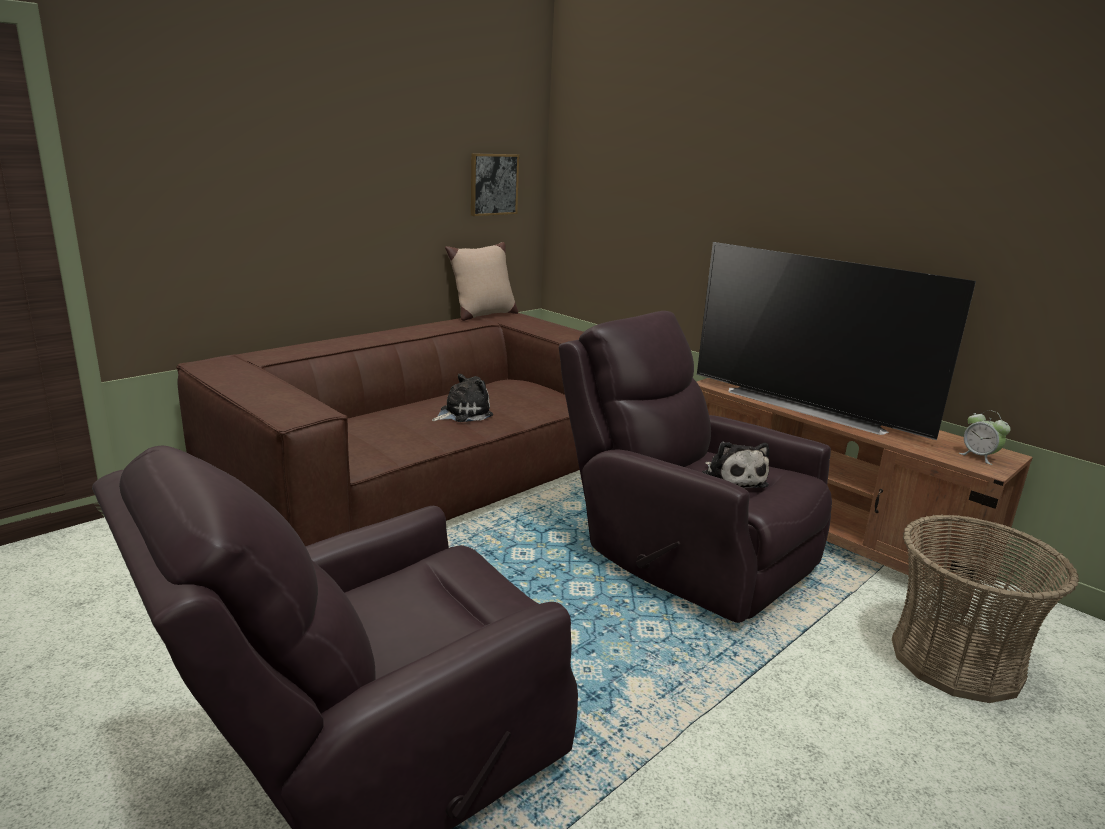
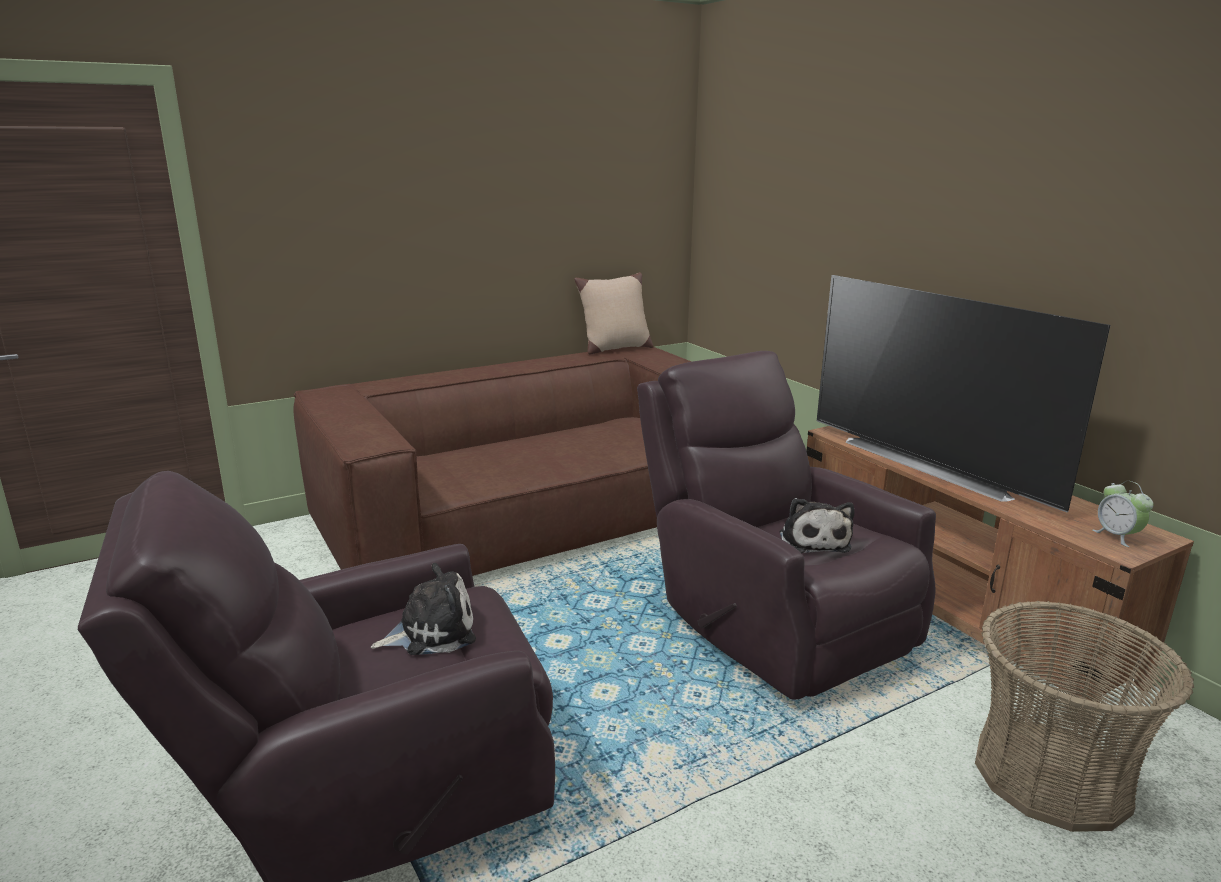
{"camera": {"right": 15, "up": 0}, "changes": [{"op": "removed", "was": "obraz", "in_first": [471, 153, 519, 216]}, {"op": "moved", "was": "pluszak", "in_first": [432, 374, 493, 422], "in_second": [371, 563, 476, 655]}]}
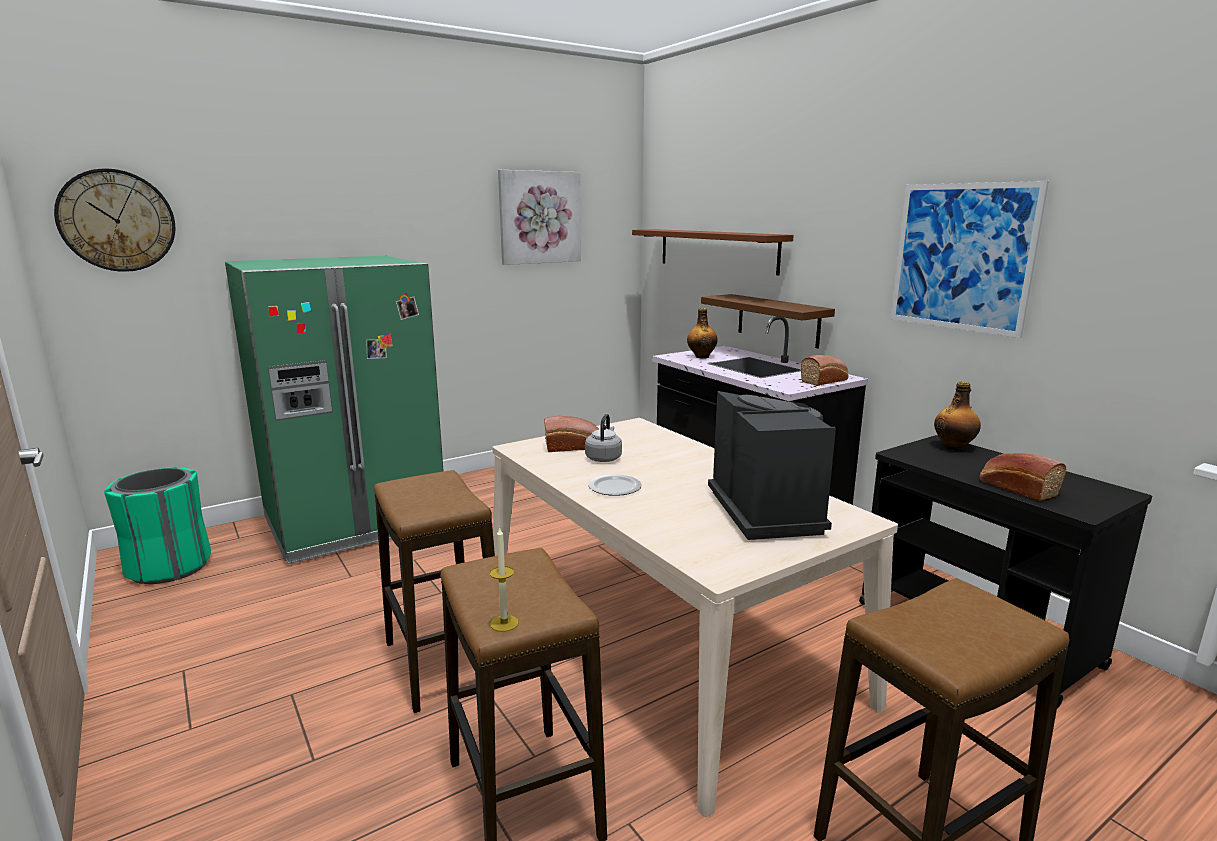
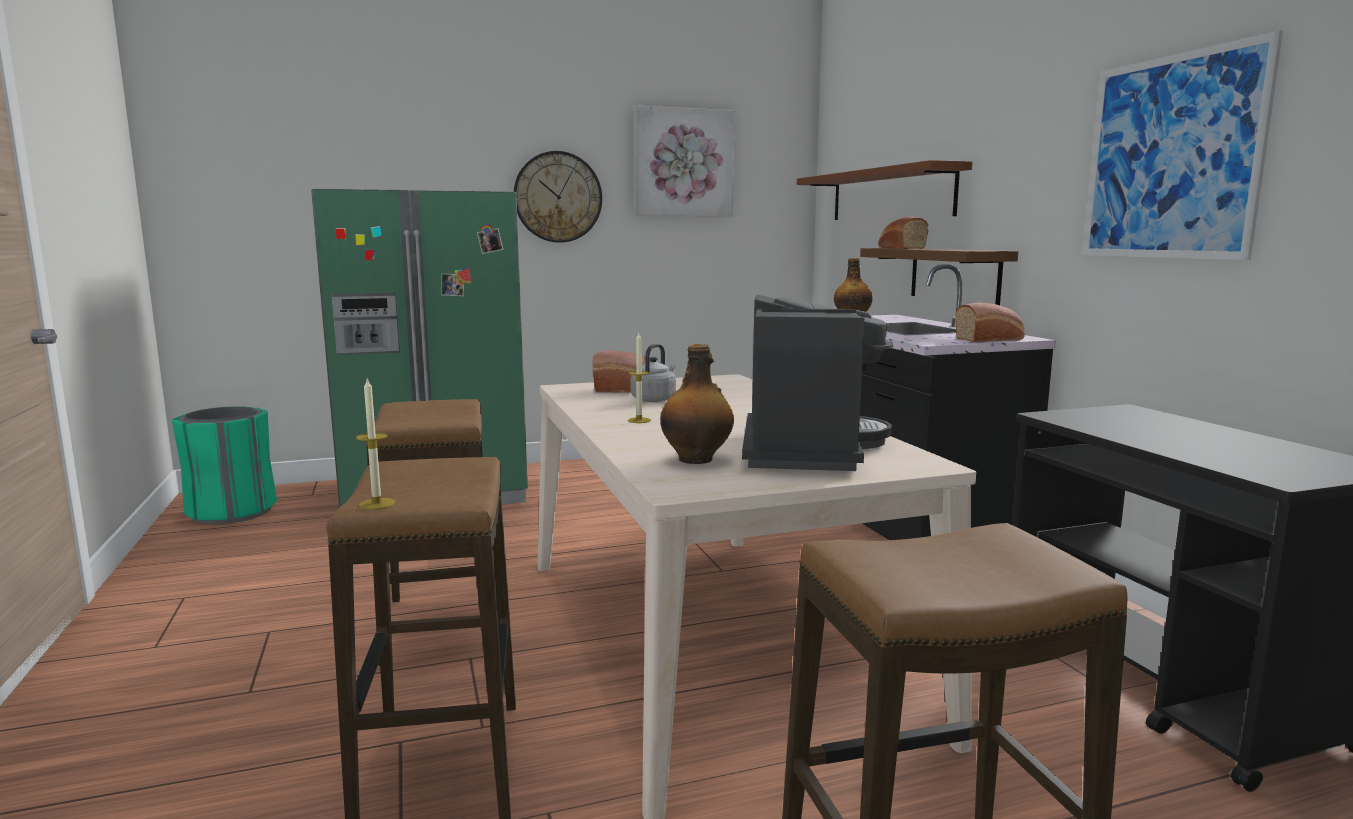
{"camera": {"right": 15, "up": -5}, "changes": [{"op": "moved", "was": "zegar ścienny", "in_first": [54, 168, 175, 272], "in_second": [513, 151, 602, 243]}, {"op": "moved", "was": "butelka", "in_first": [934, 382, 981, 451], "in_second": [660, 344, 734, 464]}, {"op": "moved", "was": "chleb", "in_first": [980, 453, 1066, 501], "in_second": [878, 217, 929, 249]}, {"op": "replaced", "was": "talerz", "now": "świeca", "in_first": [588, 475, 642, 496], "in_second": [628, 332, 651, 423]}]}
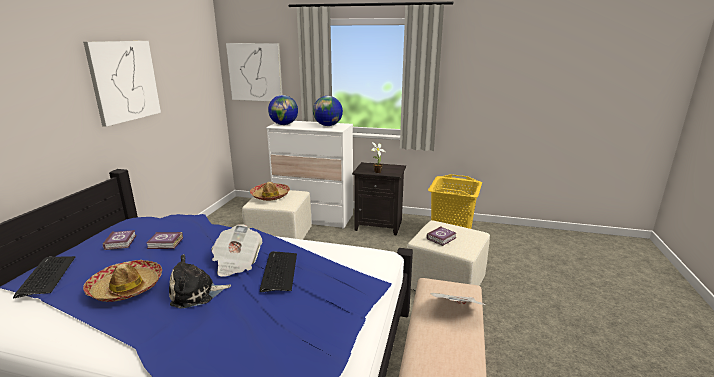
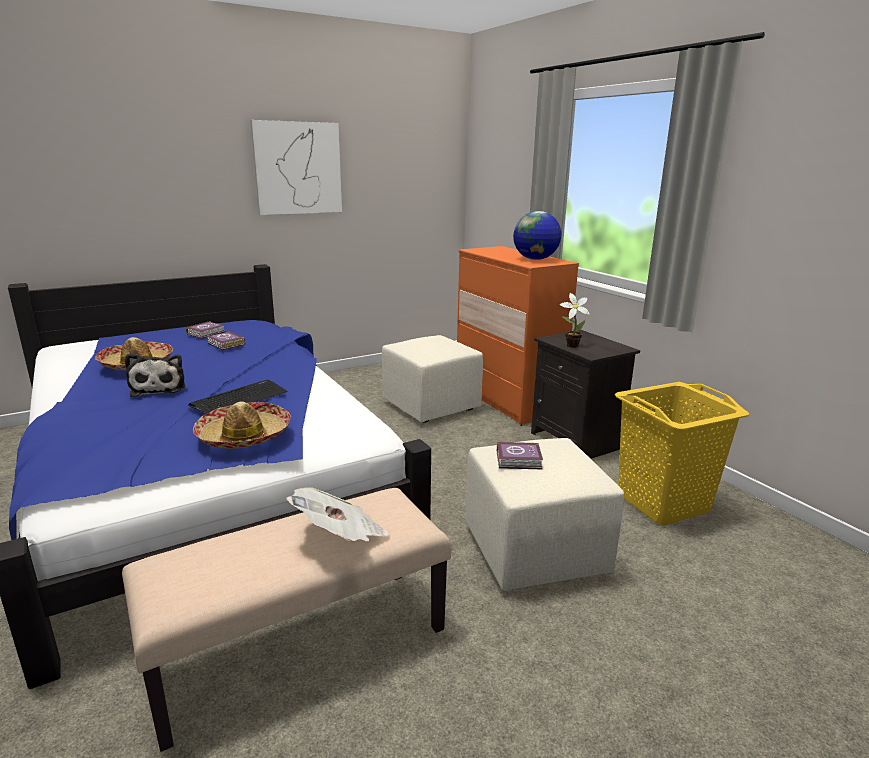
{"camera": {"right": 45, "up": 0}, "changes": [{"op": "removed", "was": "obraz", "in_first": [226, 43, 282, 101]}, {"op": "removed", "was": "globus", "in_first": [268, 95, 298, 125]}, {"op": "recoloured", "was": "komoda (biały)", "now": "komoda (pomarańczowy)", "in_first": [266, 121, 353, 229], "in_second": [457, 246, 579, 426]}, {"op": "moved", "was": "kapelusz", "in_first": [250, 182, 290, 201], "in_second": [193, 401, 291, 449]}, {"op": "removed", "was": "gazeta", "in_first": [211, 224, 262, 277]}, {"op": "turned", "was": "pluszak", "in_first": [169, 254, 231, 308], "in_second": [125, 353, 186, 397], "clockwise": -135}, {"op": "removed", "was": "klawiatura", "in_first": [13, 256, 75, 298]}]}
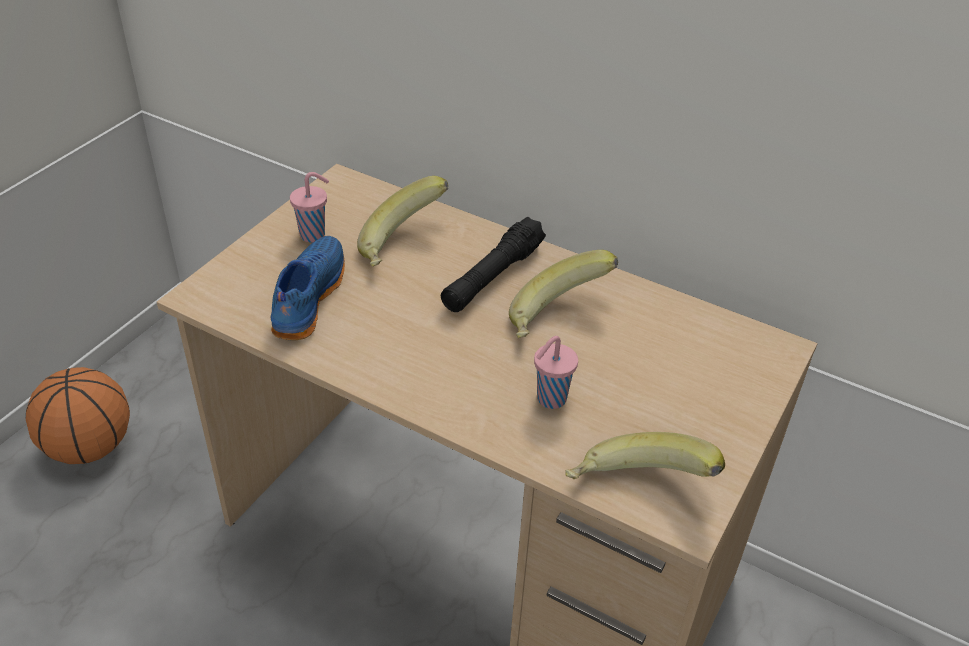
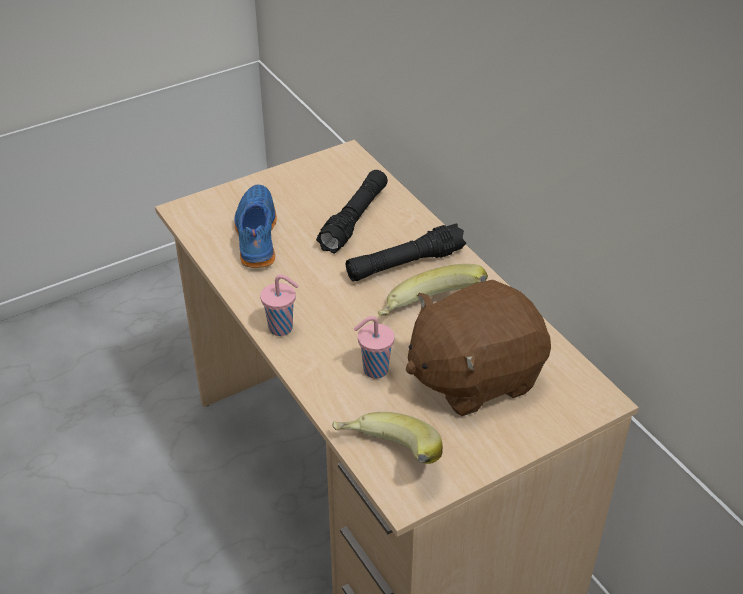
{"camera": {"right": 30, "up": 0}, "changes": [{"op": "moved", "was": "filiżanka (różowy)", "in_first": [290, 172, 329, 242], "in_second": [260, 275, 299, 336]}, {"op": "replaced", "was": "banan", "now": "latarka (czarny)", "in_first": [357, 176, 448, 267], "in_second": [316, 170, 388, 254]}, {"op": "turned", "was": "but (niebieski)", "in_first": [271, 236, 345, 340], "in_second": [234, 185, 277, 268], "clockwise": -45}, {"op": "removed", "was": "piłka do koszykówki", "in_first": [26, 367, 130, 464]}, {"op": "added", "now": "pluszak (brązowy)", "in_second": [406, 280, 551, 416]}]}
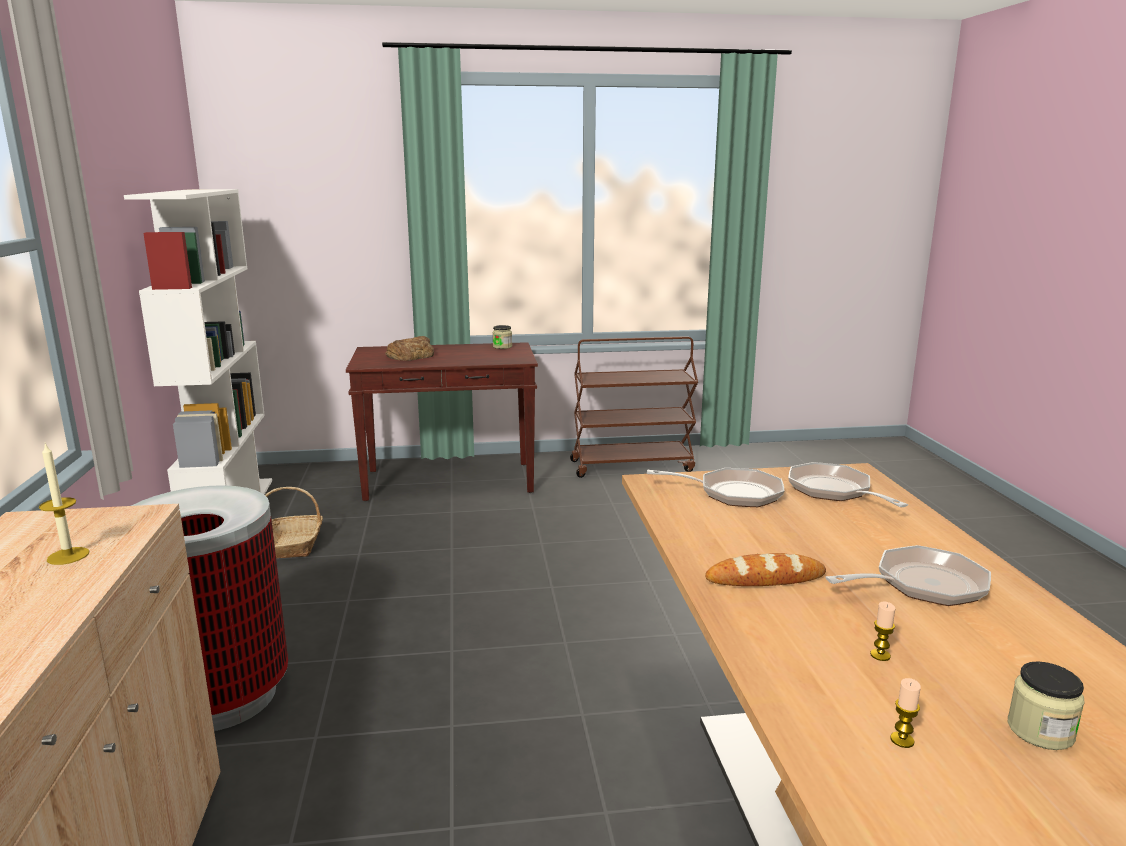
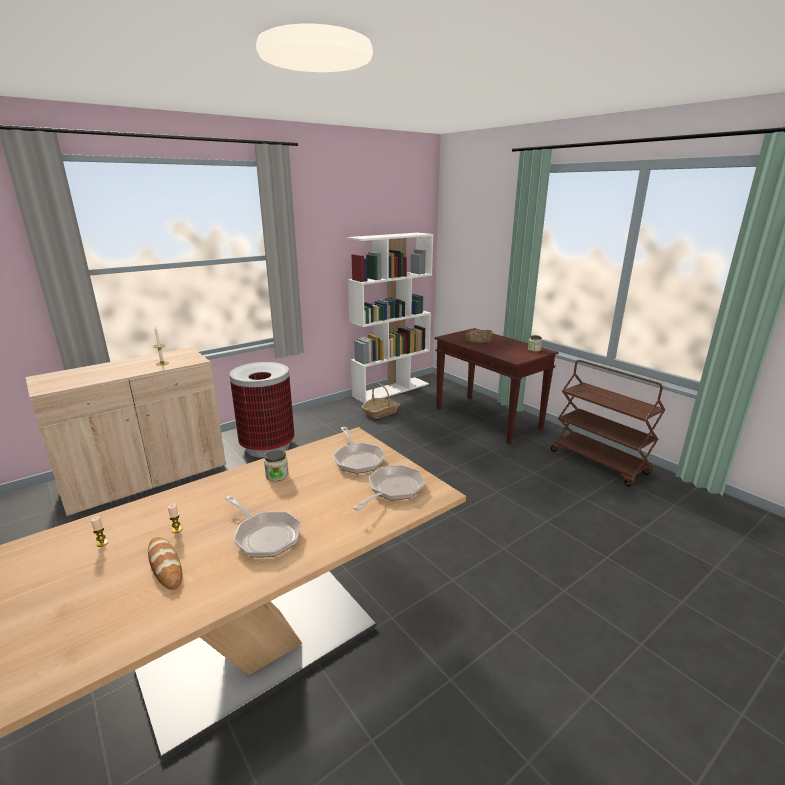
{"camera": {"right": 60, "up": 5}, "changes": [{"op": "moved", "was": "chleb", "in_first": [705, 553, 826, 586], "in_second": [148, 537, 182, 590]}, {"op": "moved", "was": "słoik", "in_first": [1008, 662, 1085, 750], "in_second": [264, 450, 289, 482]}]}
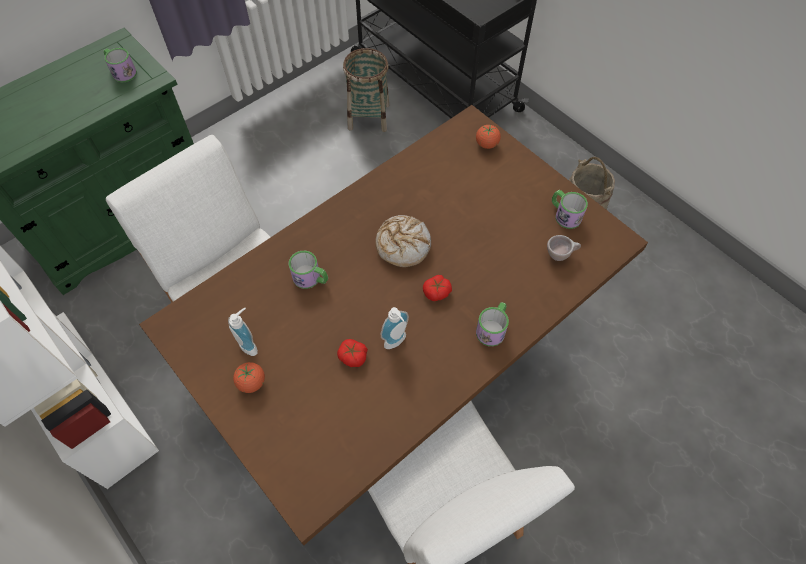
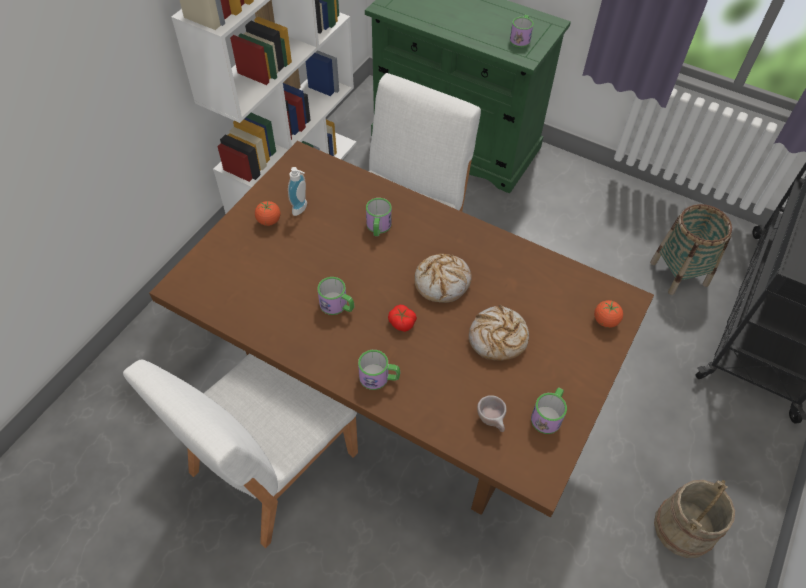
{"camera": {"right": 70, "up": -5}, "changes": [{"op": "replaced", "was": "dozownik mydła", "now": "kubek", "in_first": [381, 307, 409, 349], "in_second": [317, 277, 354, 315]}, {"op": "removed", "was": "pomidor", "in_first": [337, 339, 368, 367]}, {"op": "added", "now": "chleb", "in_second": [469, 305, 529, 361]}]}
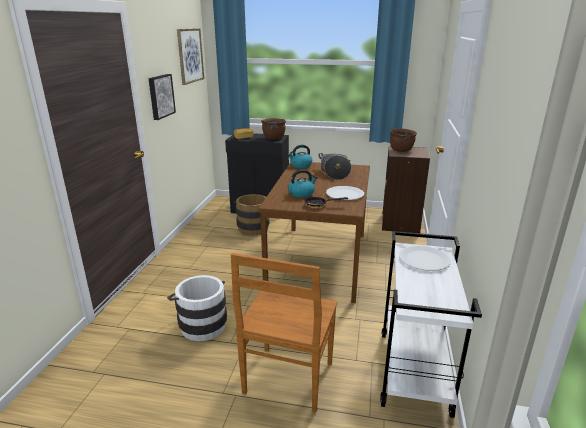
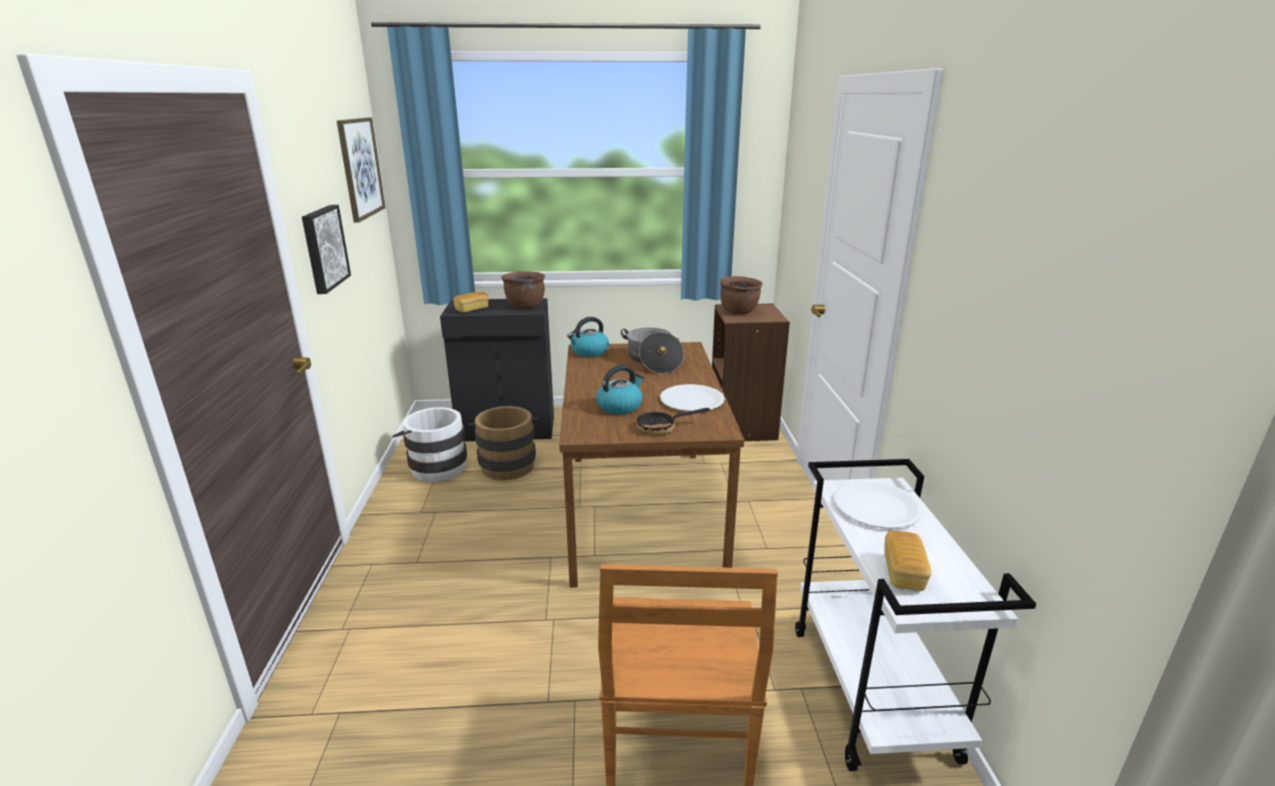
{"camera": {"right": -15, "up": 0}, "changes": [{"op": "moved", "was": "wiadro (biały)", "in_first": [167, 275, 227, 341], "in_second": [392, 407, 467, 482]}, {"op": "added", "now": "chleb", "in_second": [884, 531, 932, 591]}]}
